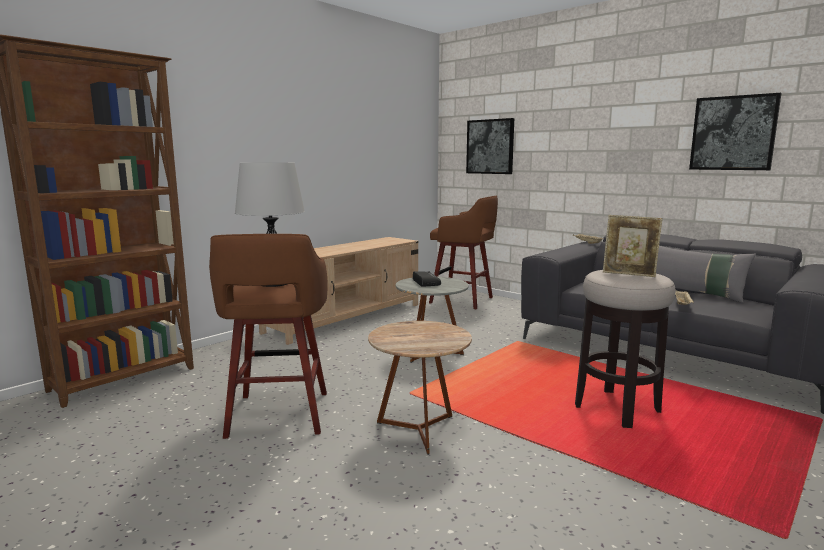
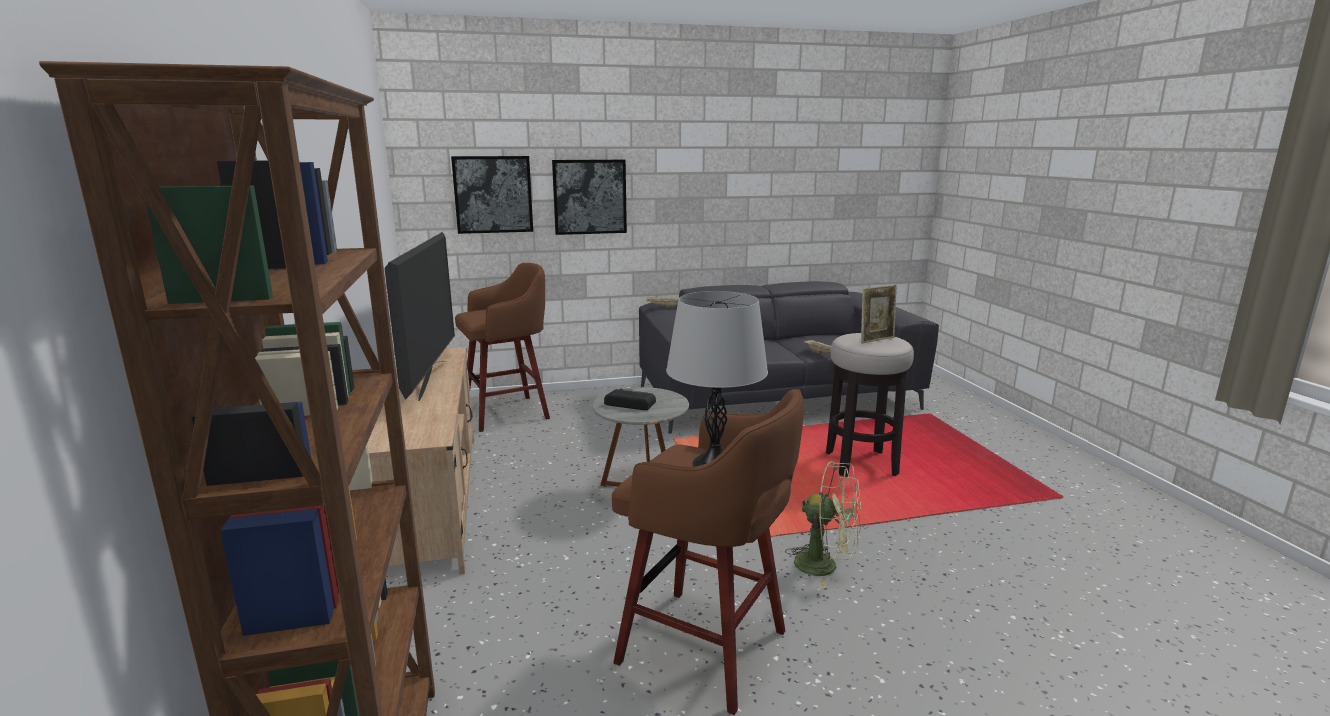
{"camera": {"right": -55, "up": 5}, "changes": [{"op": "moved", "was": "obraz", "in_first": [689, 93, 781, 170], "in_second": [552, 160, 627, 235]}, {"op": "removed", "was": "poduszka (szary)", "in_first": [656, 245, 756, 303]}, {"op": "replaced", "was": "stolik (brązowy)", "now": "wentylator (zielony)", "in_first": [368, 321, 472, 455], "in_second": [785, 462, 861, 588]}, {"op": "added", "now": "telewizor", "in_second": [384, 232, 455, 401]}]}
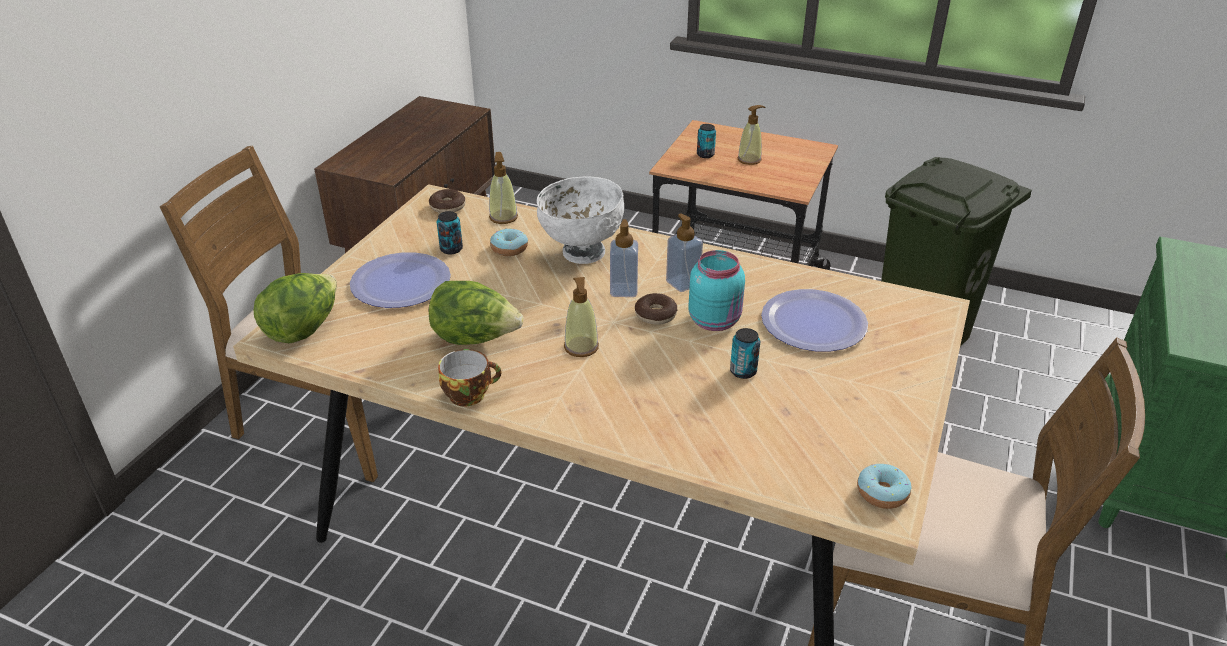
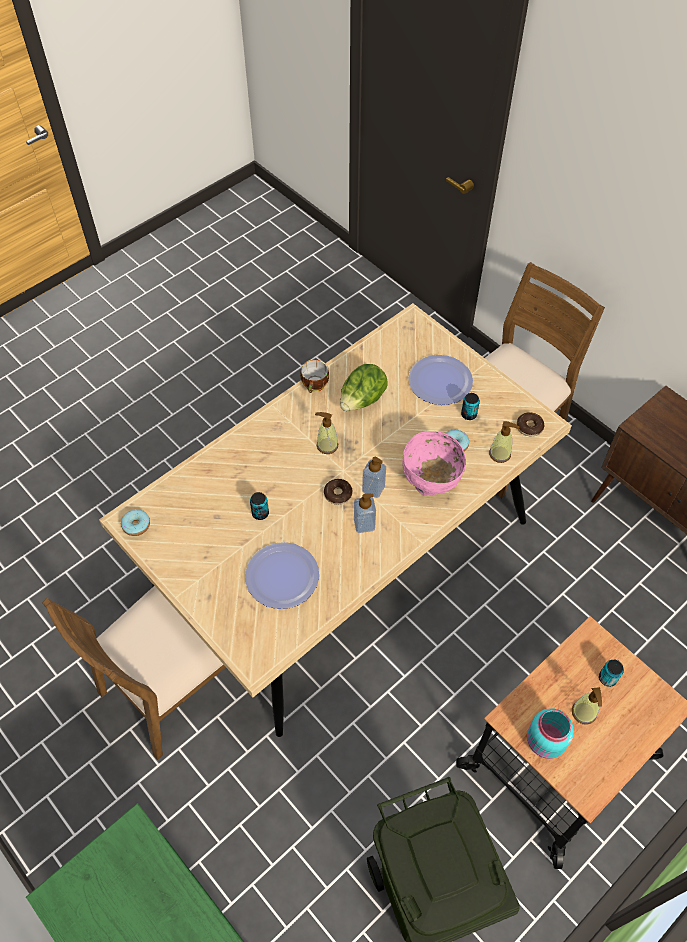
{"camera": {"right": 115, "up": 20}, "changes": [{"op": "recoloured", "was": "miska (biały)", "now": "miska (różowy)", "in_first": [537, 177, 624, 264], "in_second": [402, 431, 466, 496]}, {"op": "moved", "was": "słoik (turkusowy)", "in_first": [688, 250, 745, 331], "in_second": [527, 708, 574, 759]}, {"op": "removed", "was": "sałata", "in_first": [254, 273, 337, 344]}]}
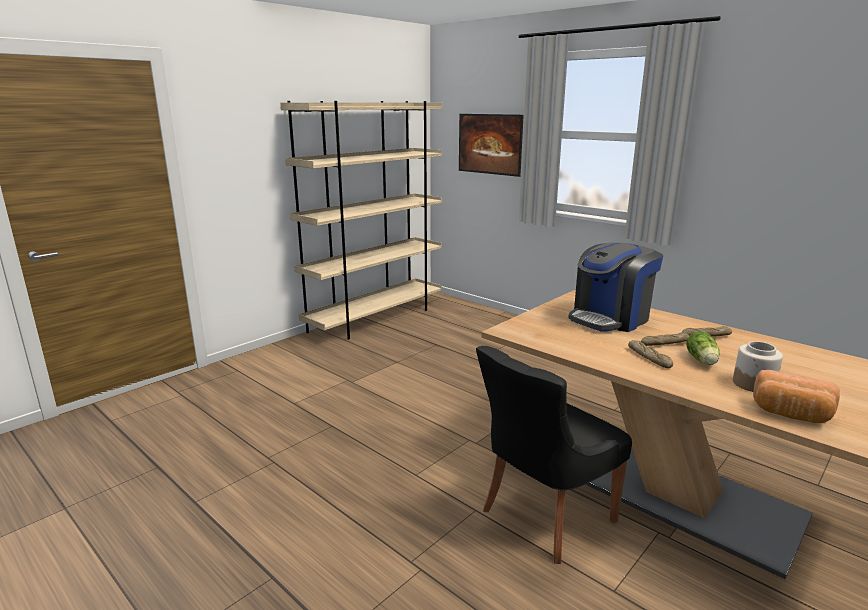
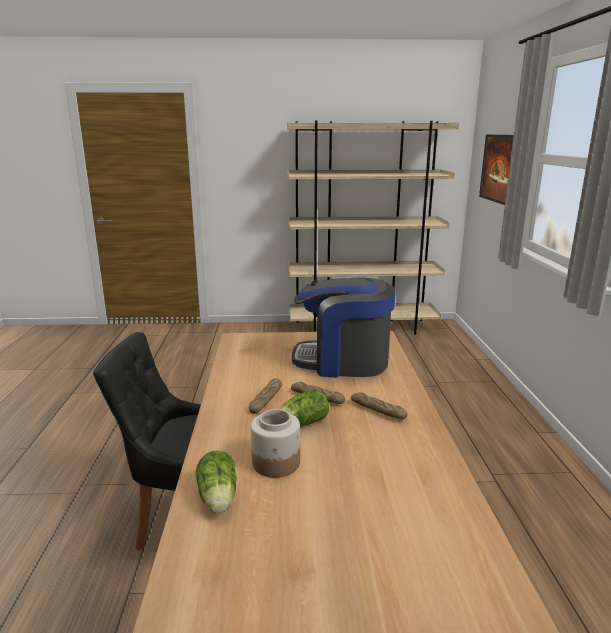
{"camera": {"right": 45, "up": 0}, "changes": [{"op": "replaced", "was": "chleb", "now": "sałata", "in_first": [753, 370, 840, 423], "in_second": [196, 450, 237, 513]}]}
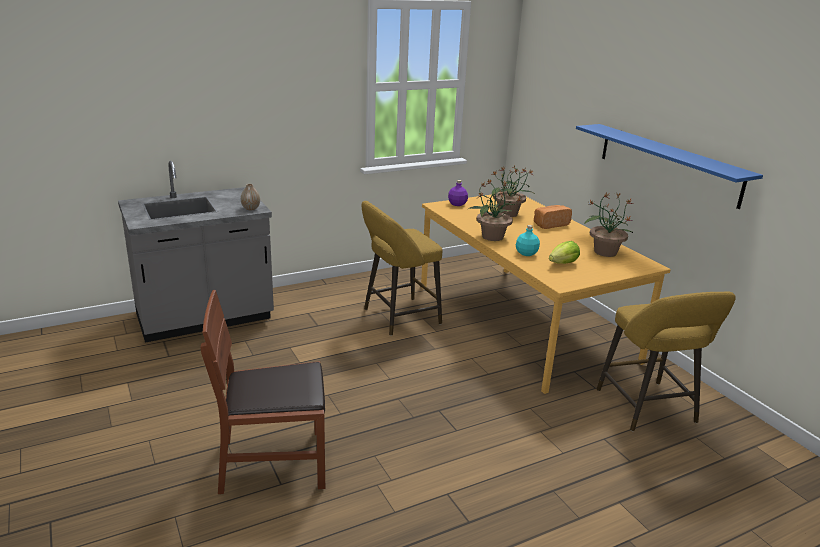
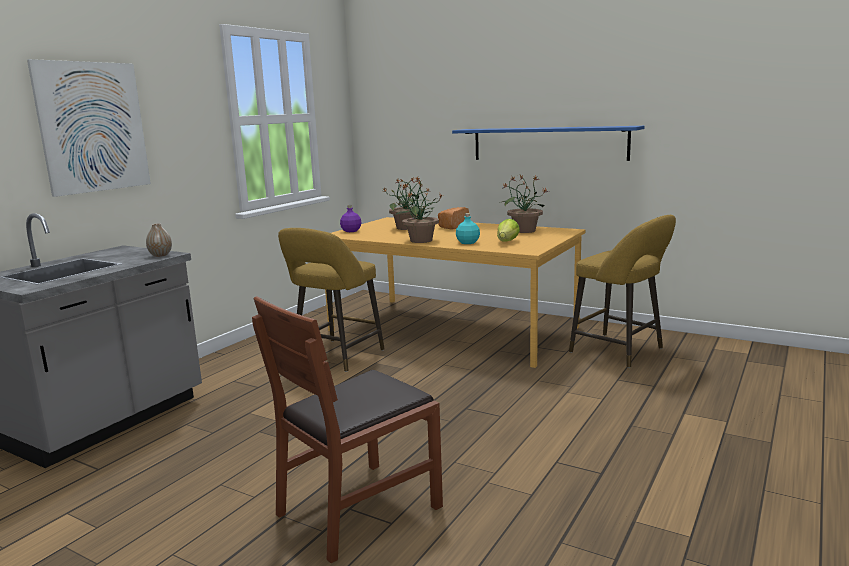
{"camera": {"right": -30, "up": -10}, "changes": [{"op": "added", "now": "obraz", "in_second": [27, 59, 151, 197]}]}
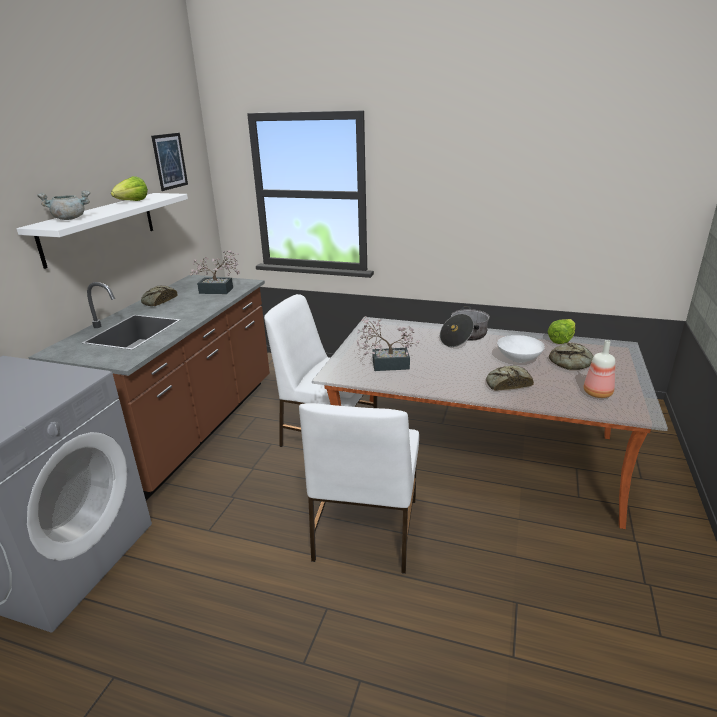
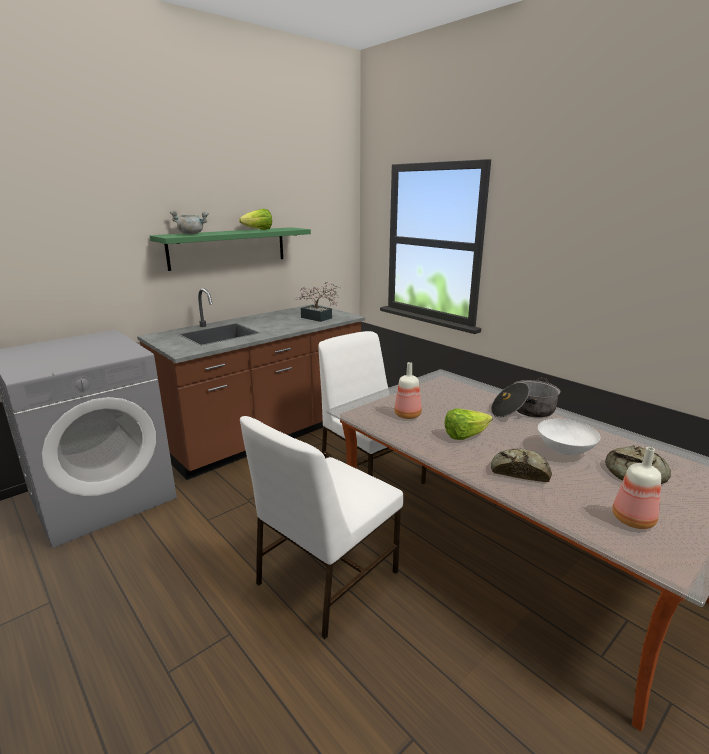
{"camera": {"right": 30, "up": -5}, "changes": [{"op": "removed", "was": "obraz", "in_first": [151, 133, 188, 191]}, {"op": "recoloured", "was": "półka (biały)", "now": "półka (zielony)", "in_first": [17, 193, 188, 269], "in_second": [150, 227, 311, 271]}, {"op": "removed", "was": "chleb", "in_first": [141, 286, 178, 306]}, {"op": "replaced", "was": "roślina doniczkowa", "now": "butelka", "in_first": [356, 316, 419, 371], "in_second": [394, 362, 422, 419]}, {"op": "moved", "was": "sałata", "in_first": [547, 319, 575, 344], "in_second": [445, 408, 493, 440]}]}
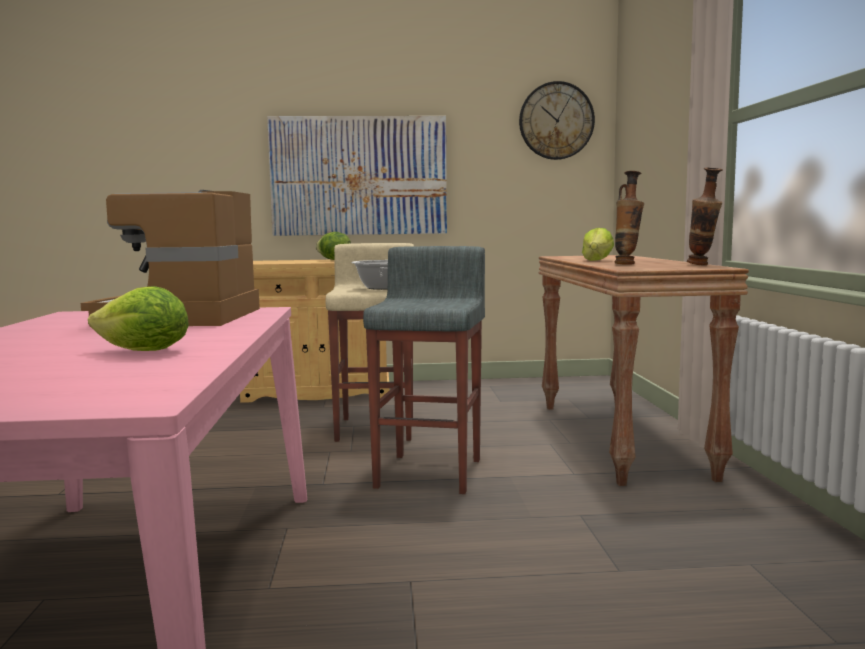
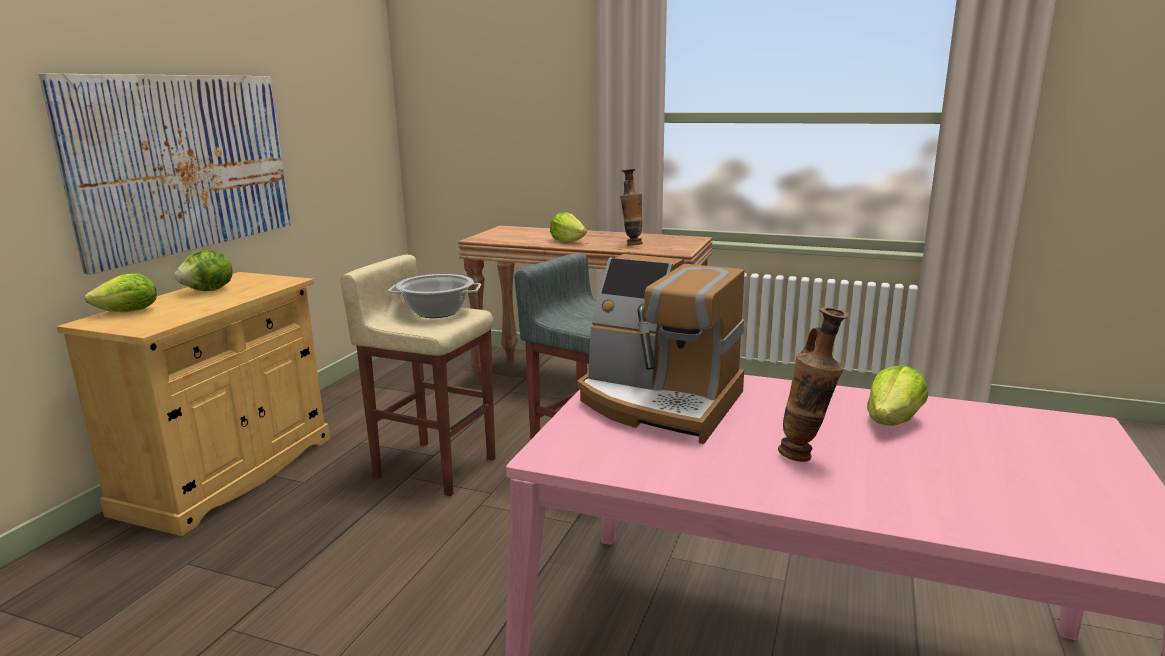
{"camera": {"right": -65, "up": 10}, "changes": [{"op": "removed", "was": "zegar ścienny", "in_first": [519, 81, 595, 160]}, {"op": "moved", "was": "wazon", "in_first": [687, 168, 723, 265], "in_second": [778, 308, 849, 462]}, {"op": "added", "now": "sałata", "in_second": [85, 273, 157, 312]}]}
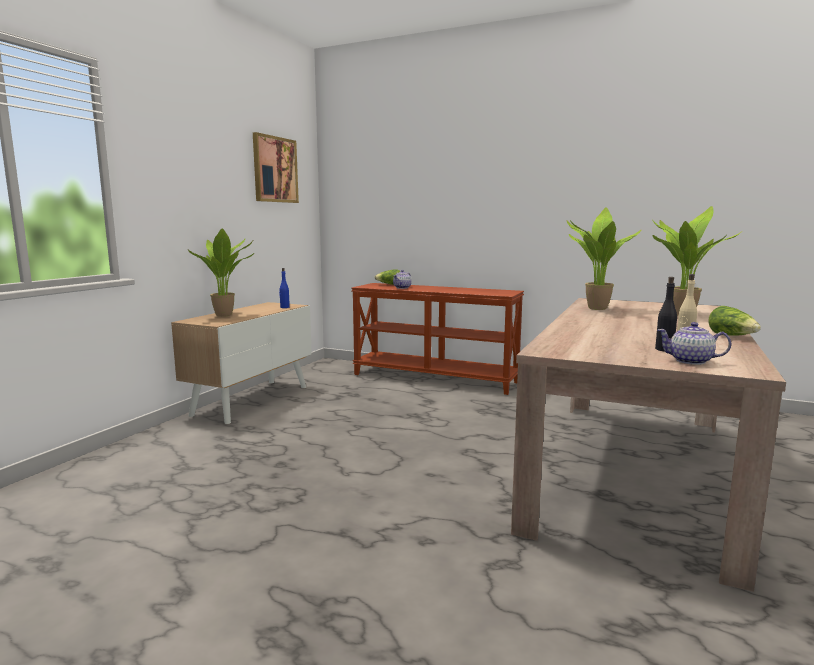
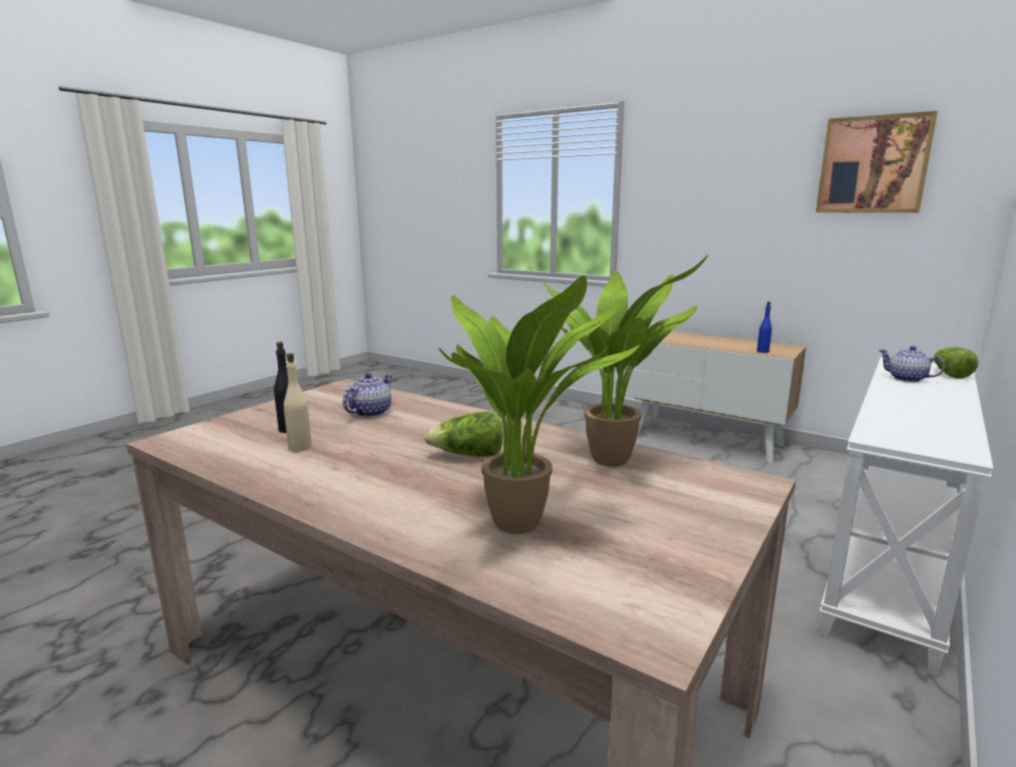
{"camera": {"right": 100, "up": 5}, "changes": [{"op": "removed", "was": "roślina doniczkowa", "in_first": [188, 229, 255, 317]}, {"op": "recoloured", "was": "stolik konsolowy (brązowy)", "now": "stolik konsolowy (biały)", "in_first": [351, 283, 524, 395], "in_second": [819, 357, 994, 676]}, {"op": "moved", "was": "sałata", "in_first": [708, 306, 761, 336], "in_second": [423, 412, 503, 457]}, {"op": "moved", "was": "imbryk", "in_first": [657, 322, 731, 365], "in_second": [343, 373, 393, 417]}]}
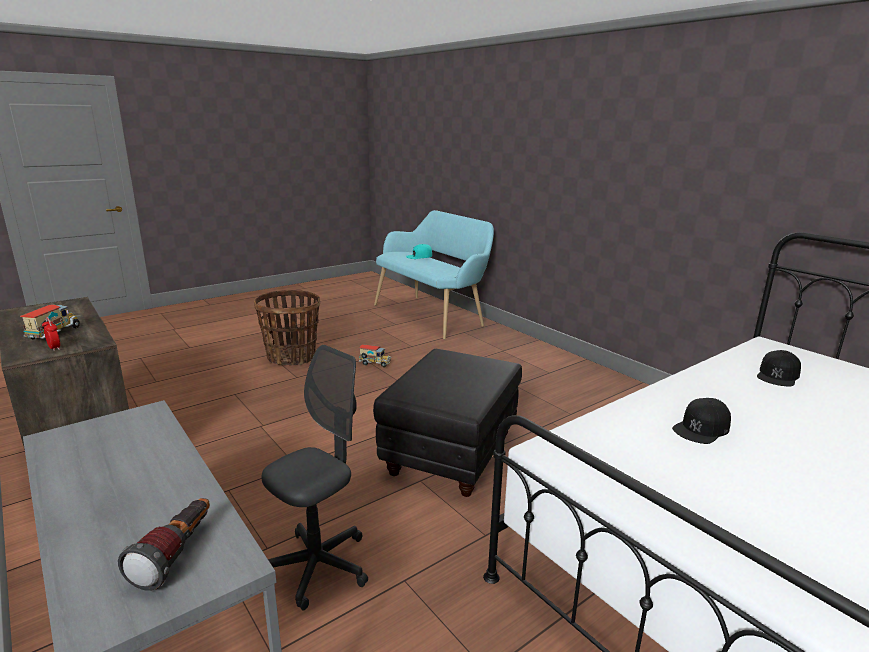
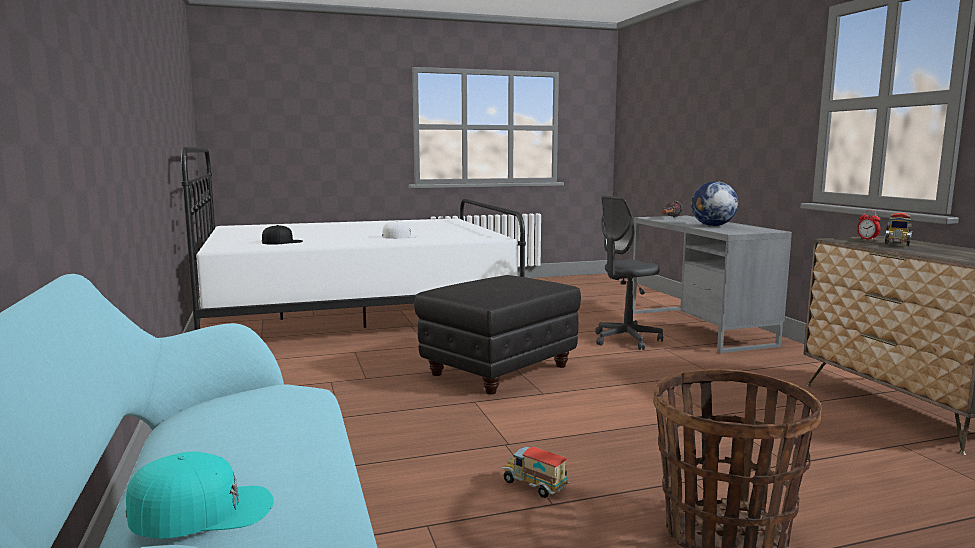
{"camera": {"right": -160, "up": -10}, "changes": [{"op": "recoloured", "was": "czapka z daszkiem (czarny)", "now": "czapka z daszkiem (biały)", "in_first": [672, 398, 731, 444], "in_second": [382, 220, 420, 239]}, {"op": "added", "now": "globus", "in_second": [691, 181, 738, 226]}]}
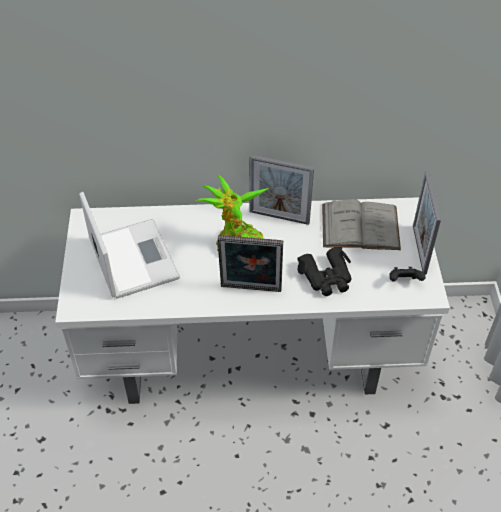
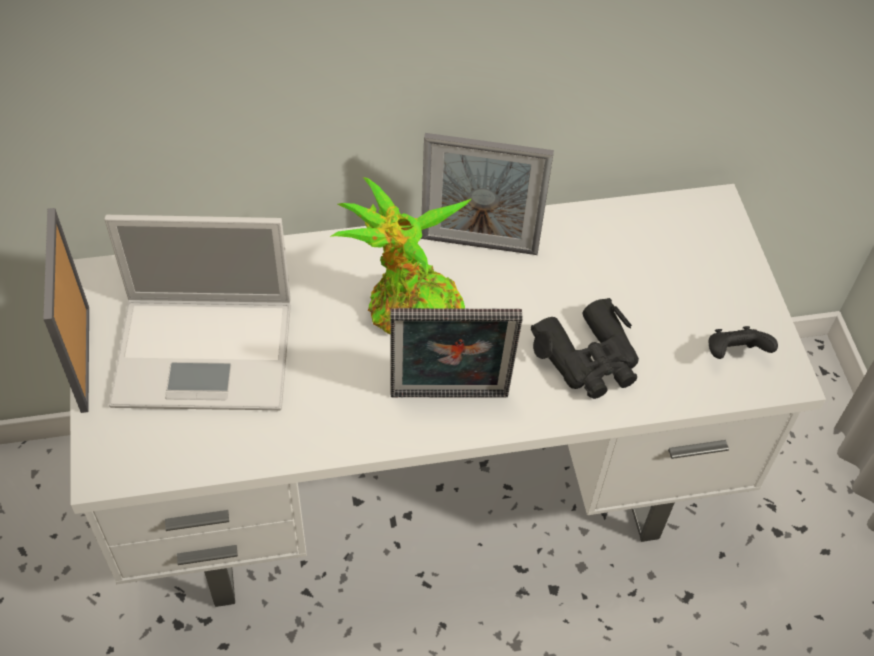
{"camera": {"right": -10, "up": 5}, "changes": [{"op": "moved", "was": "ramka na zdjęcie", "in_first": [413, 171, 441, 275], "in_second": [43, 208, 89, 413]}, {"op": "turned", "was": "laptop", "in_first": [79, 192, 180, 299], "in_second": [104, 215, 291, 410], "clockwise": 120}, {"op": "removed", "was": "książka (szary)", "in_first": [322, 199, 401, 250]}]}
